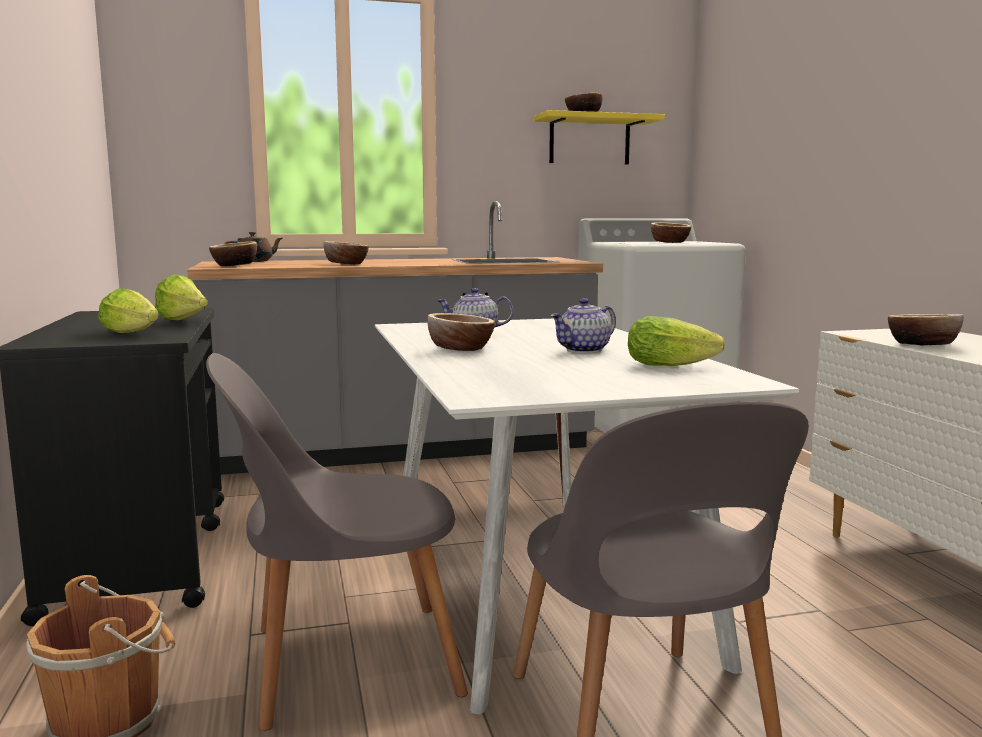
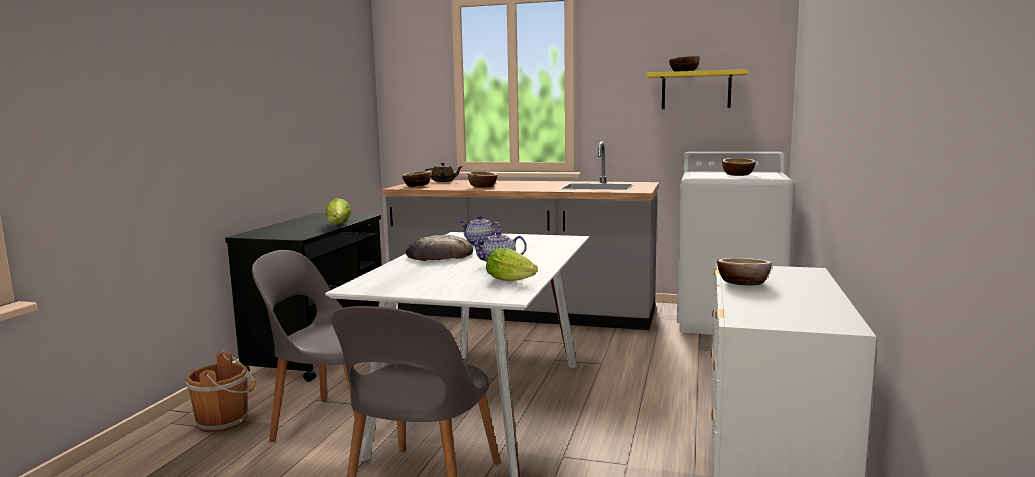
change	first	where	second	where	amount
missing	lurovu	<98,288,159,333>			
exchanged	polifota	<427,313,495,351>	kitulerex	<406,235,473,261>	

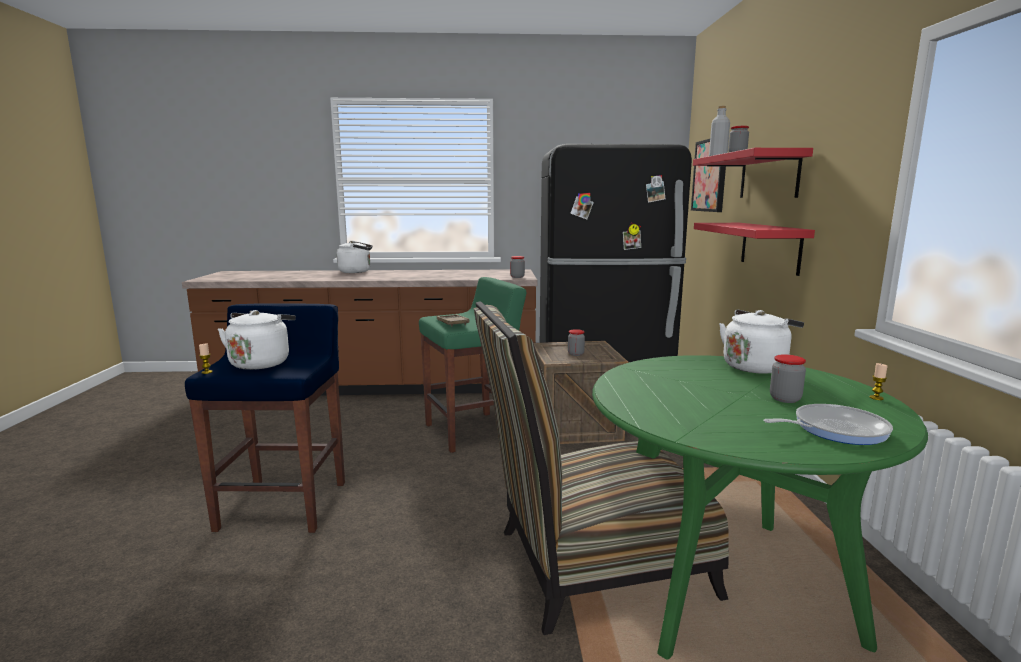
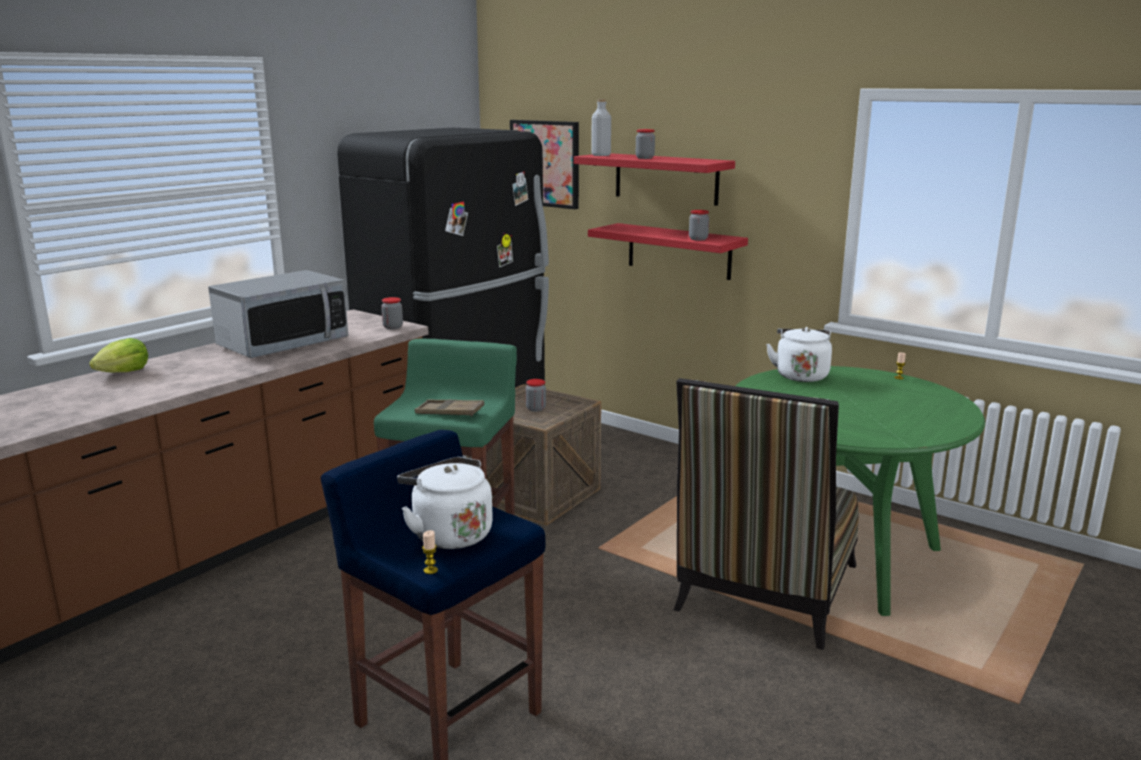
change	first	where	second	where	amount
exchanged	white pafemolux	<337,241,372,273>	lurovu	<89,338,148,372>	
missing	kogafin	<763,404,893,445>			
relocated	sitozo	<770,354,806,403>		<689,210,709,241>	
appeared			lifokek	<208,270,348,358>	

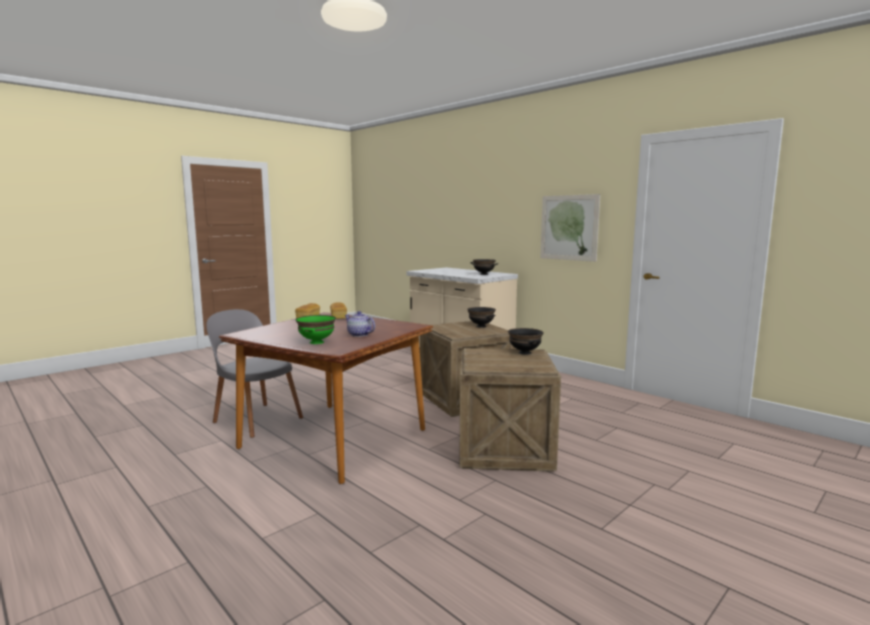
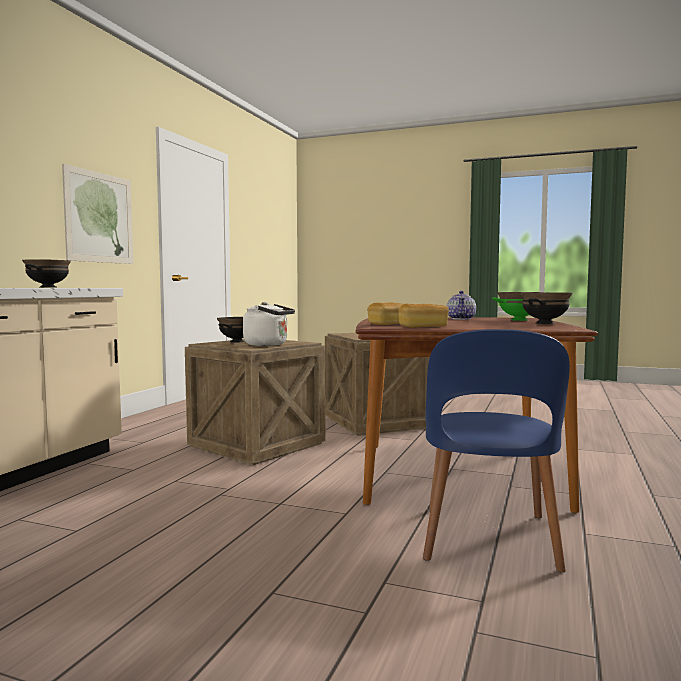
change	first	where	second	where	amount
colour	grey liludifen	<206,309,303,438>	blue liludifen	<423,329,570,573>	
relocated	black polifota	<508,328,543,355>		<520,292,572,324>	
appeared			white pafemolux	<243,302,295,346>	

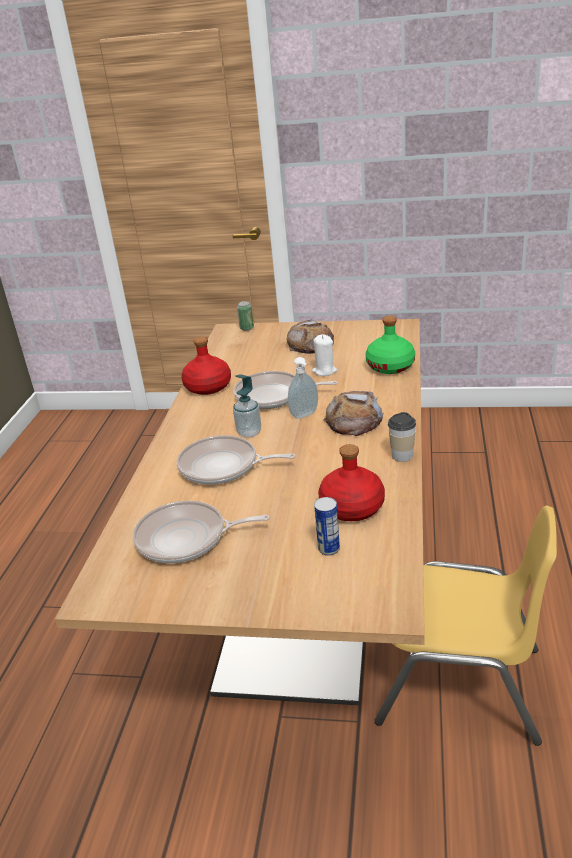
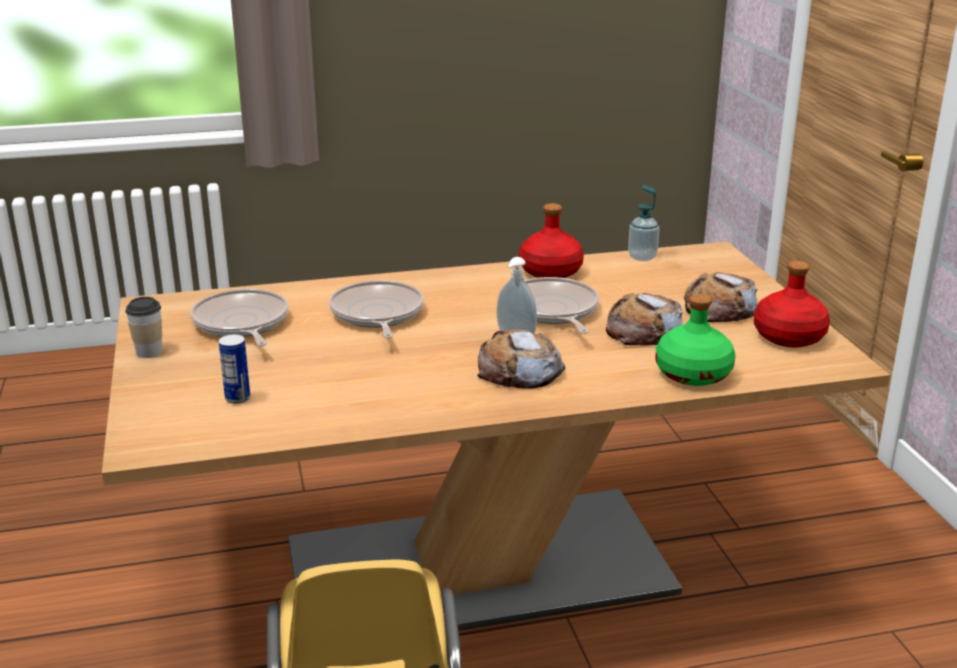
change	first	where	second	where	amount
relocated	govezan	<233,374,261,438>		<628,185,660,261>	
missing	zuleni	<237,301,254,331>			
exchanged	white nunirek	<312,334,337,376>	kitulerex	<606,293,683,346>	
relocated	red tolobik	<318,444,385,521>		<754,261,830,347>	
relocated	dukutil	<388,412,416,462>		<125,297,163,358>	

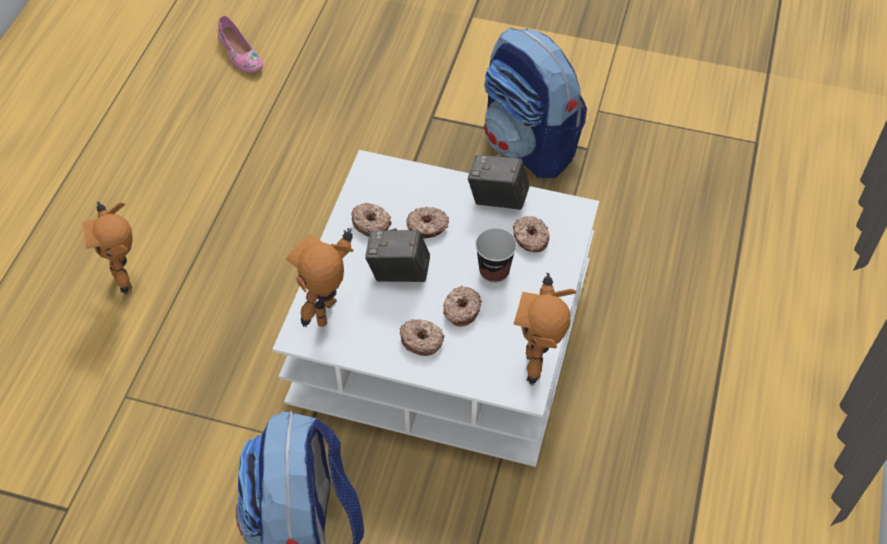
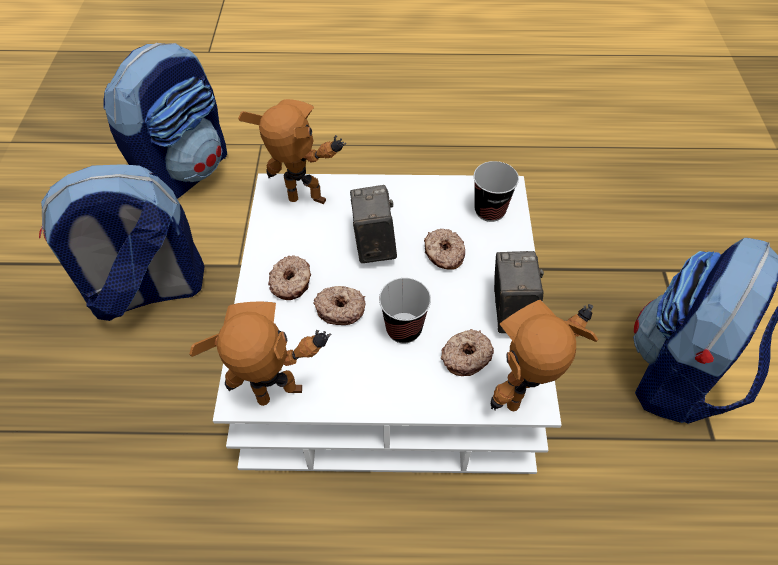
change	first	where	second	where	amount
relocated	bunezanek	<83,201,133,295>		<491,300,598,412>	
missing	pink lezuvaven	<218,16,263,73>			
missing	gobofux	<351,203,392,237>			
appeared			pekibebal	<104,43,227,199>	
appeared			dukutil	<474,161,519,222>	

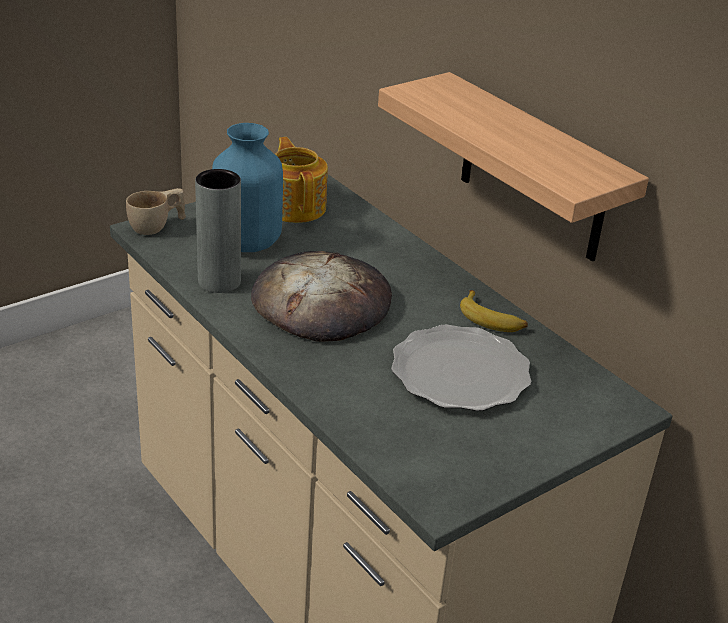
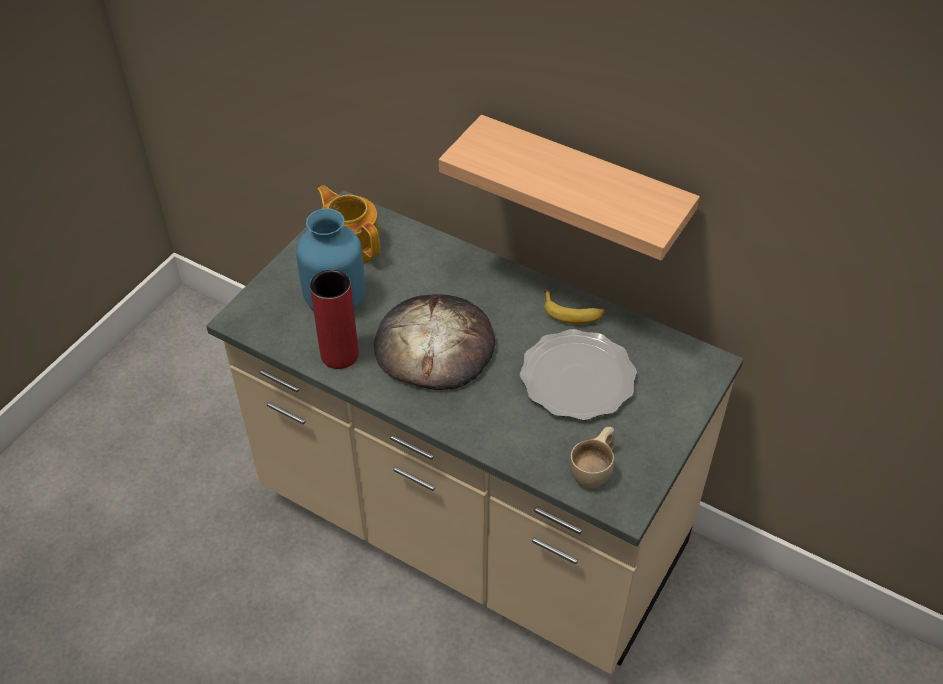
change	first	where	second	where	amount
relocated	beige dukutil	<126,188,186,235>		<570,427,615,489>	
colour	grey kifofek	<195,169,241,293>	red kifofek	<310,270,359,369>	

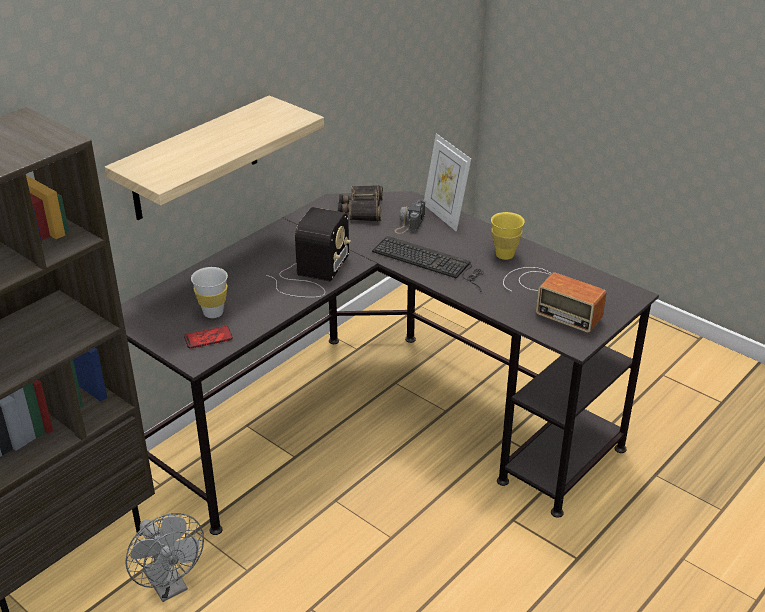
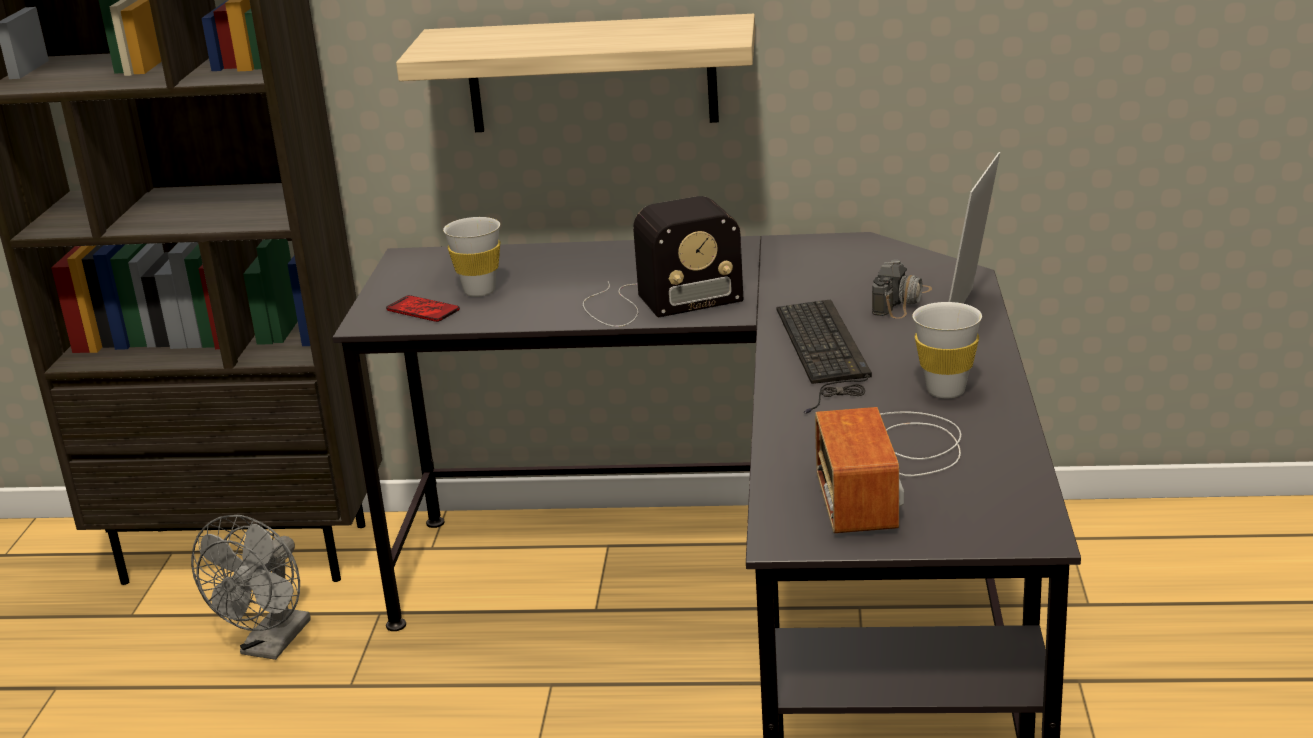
change	first	where	second	where	amount
missing	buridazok	<338,185,383,221>			
spun	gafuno	<395,199,425,234>		<872,260,932,319>	135 degrees clockwise
colour	yellow dukutil	<491,212,525,260>	white dukutil	<912,302,982,398>	

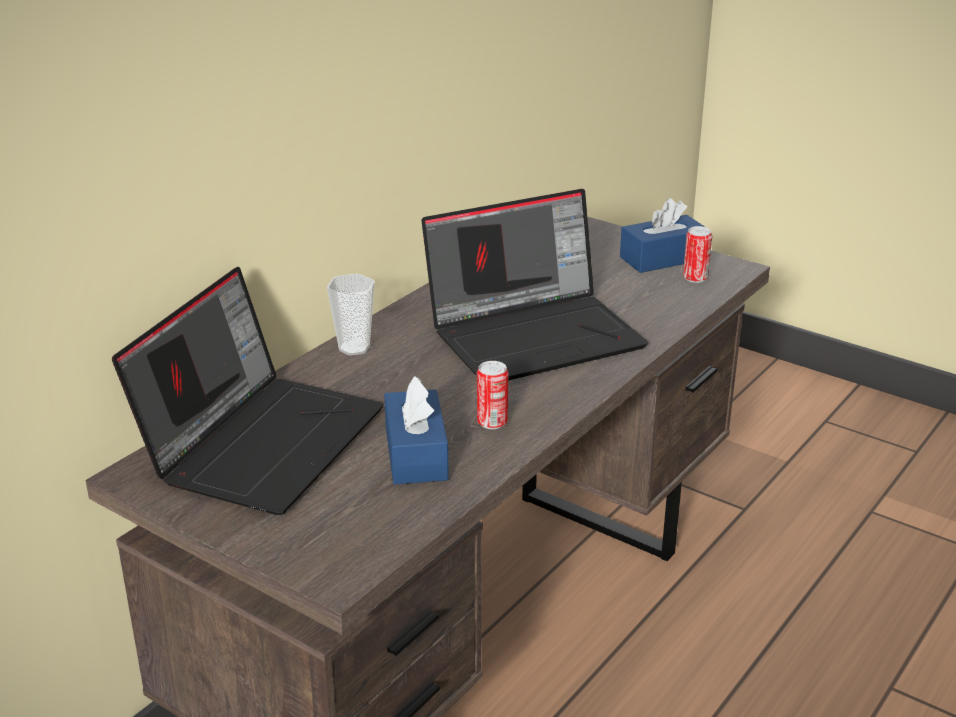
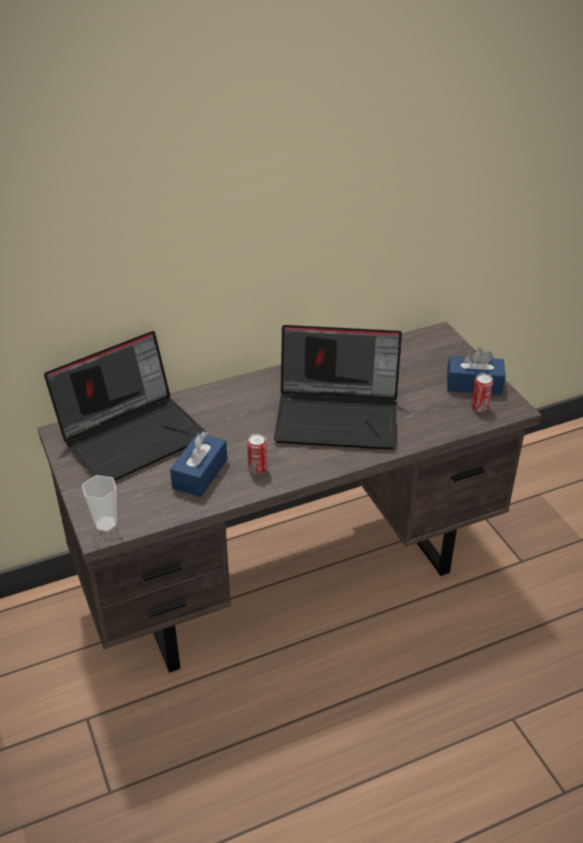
change	first	where	second	where	amount
relocated	dukutil	<327,274,375,356>		<82,475,117,533>	

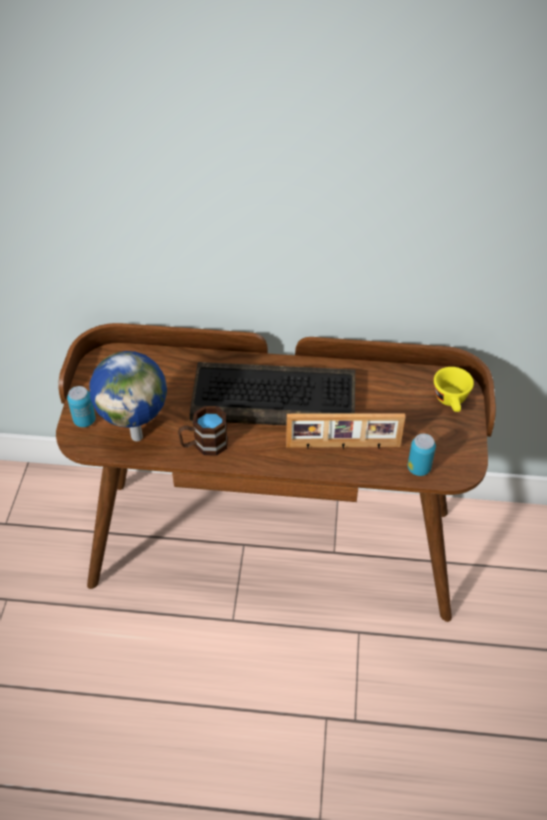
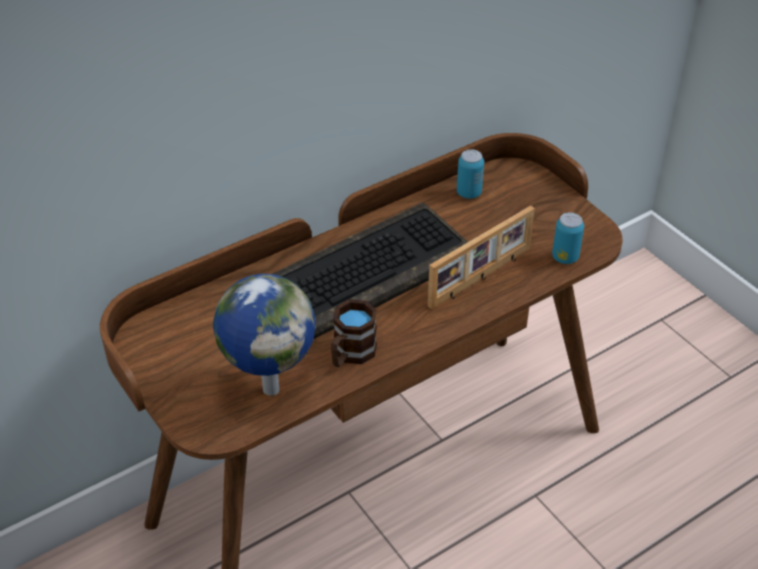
change	first	where	second	where	amount
relocated	zuleni	<67,386,96,427>		<457,149,484,199>	
missing	yellow dukutil	<434,367,474,412>			

